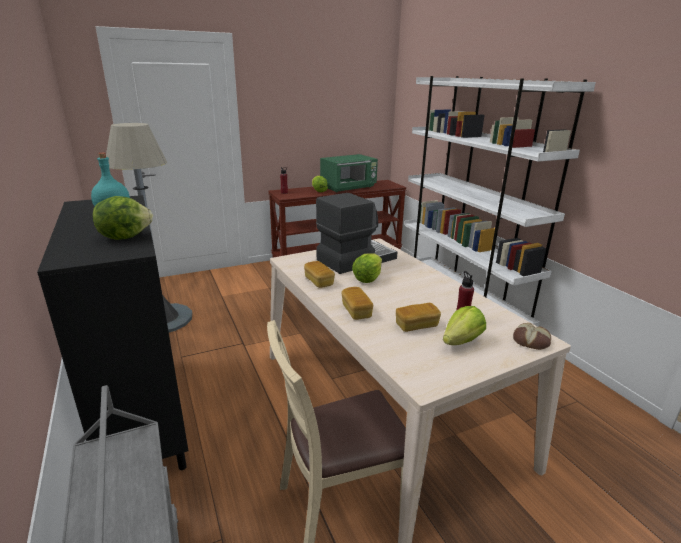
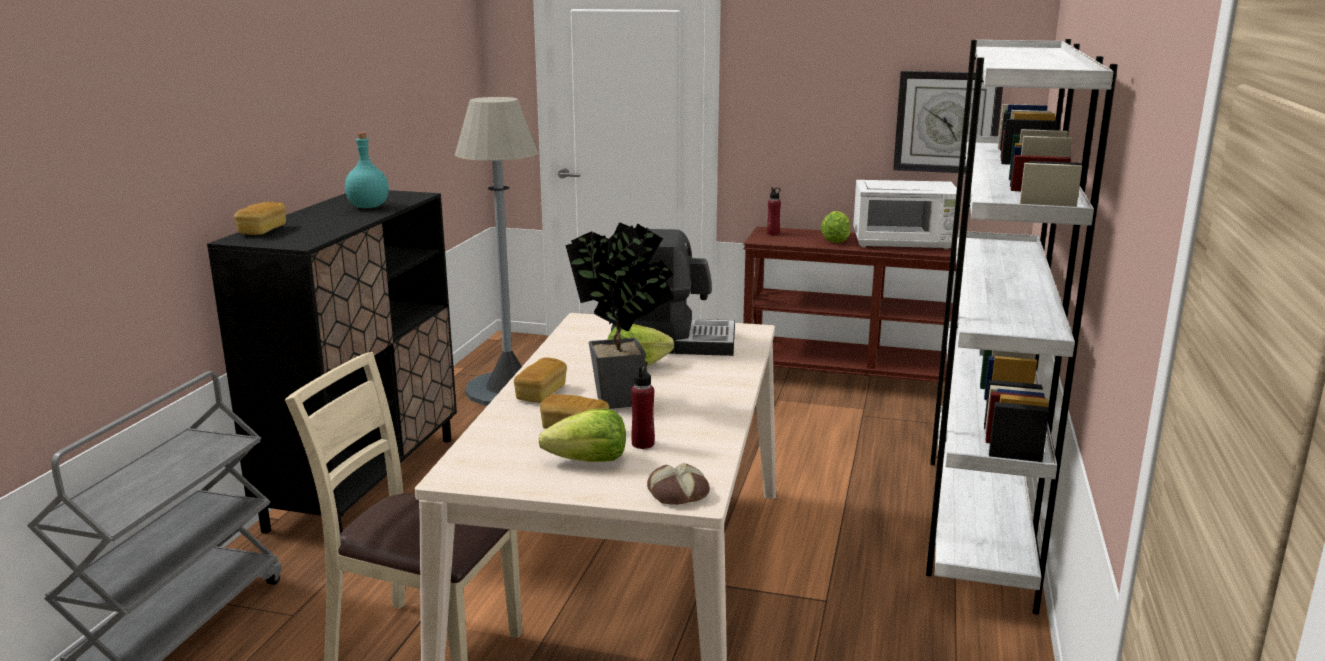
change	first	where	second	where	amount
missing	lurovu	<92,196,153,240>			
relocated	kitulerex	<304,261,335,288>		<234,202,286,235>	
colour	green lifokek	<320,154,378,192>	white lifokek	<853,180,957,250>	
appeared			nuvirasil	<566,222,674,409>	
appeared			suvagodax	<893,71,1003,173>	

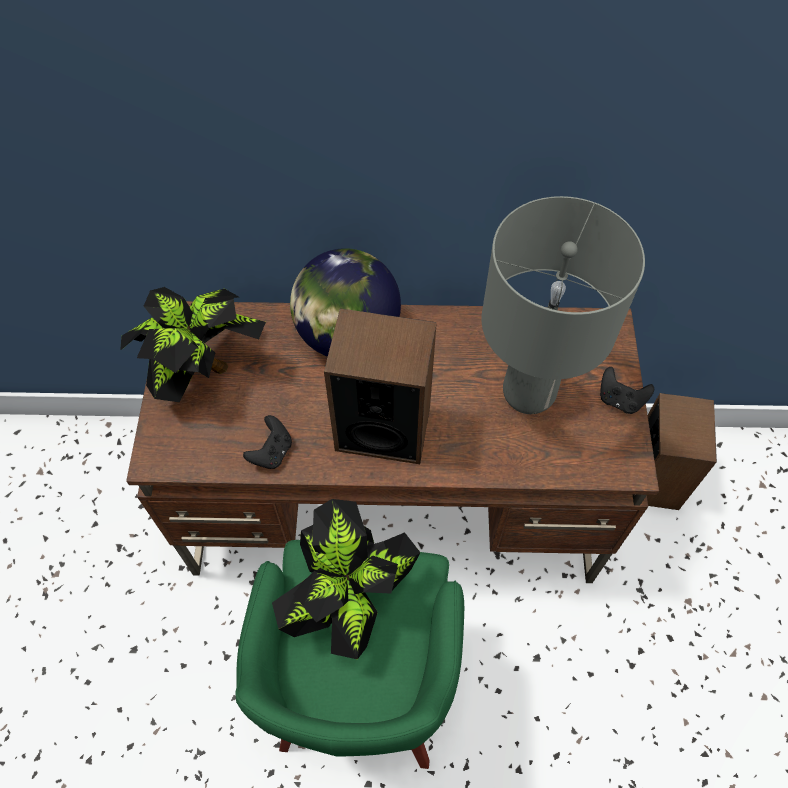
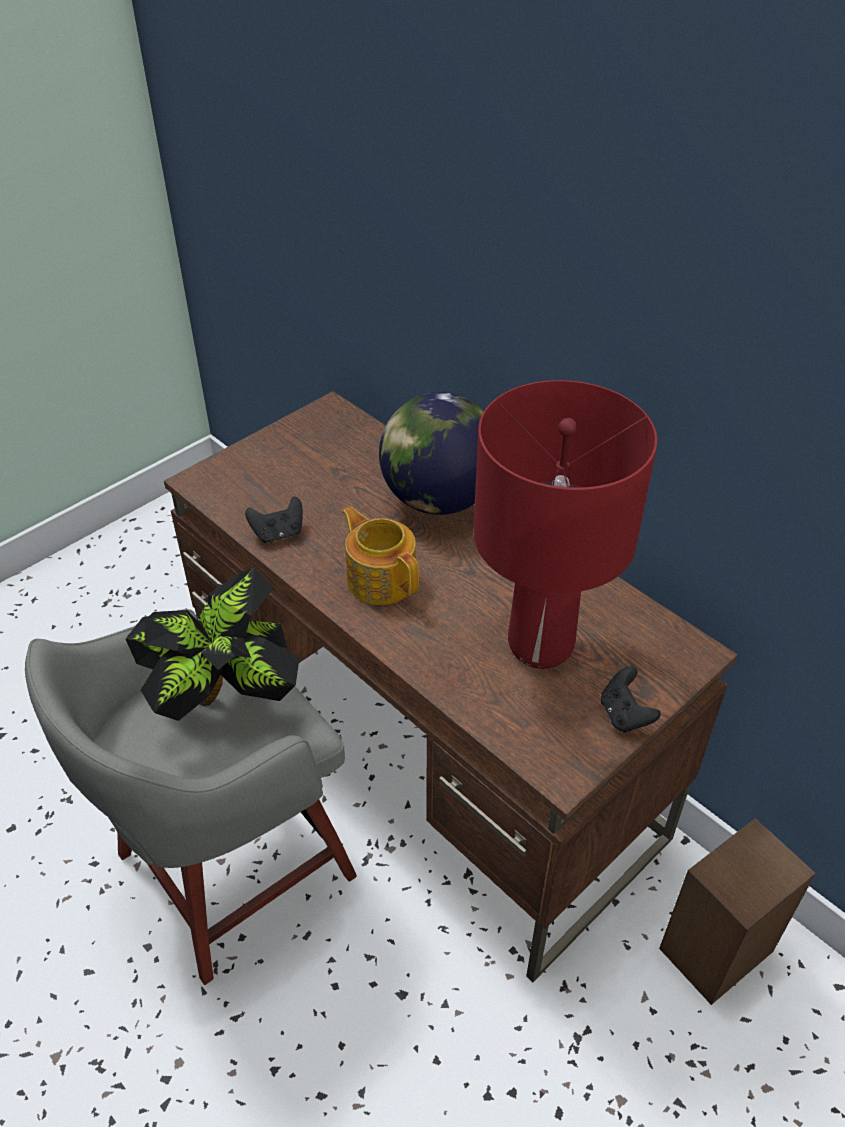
change	first	where	second	where	amount
missing	nuvirasil	<120,287,266,402>			
colour	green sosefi	<235,540,464,769>	grey sosefi	<25,609,357,985>	
exchanged	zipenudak	<324,308,437,464>	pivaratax	<342,506,419,605>	
colour	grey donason	<481,196,645,414>	red donason	<473,380,657,669>	

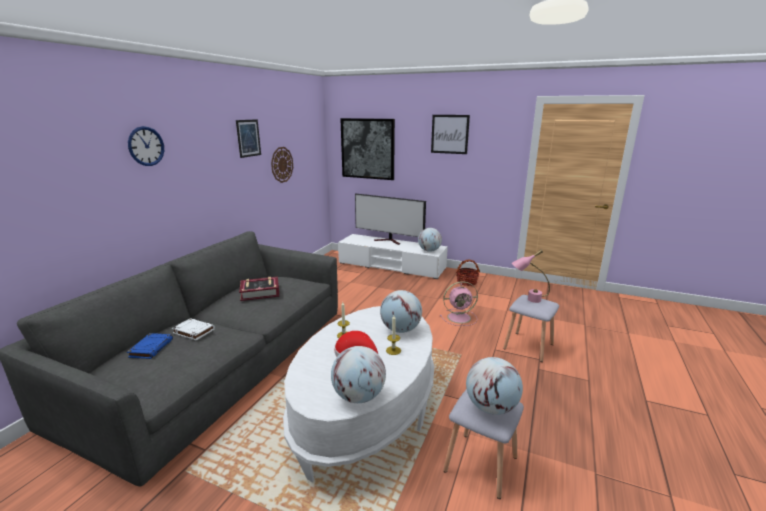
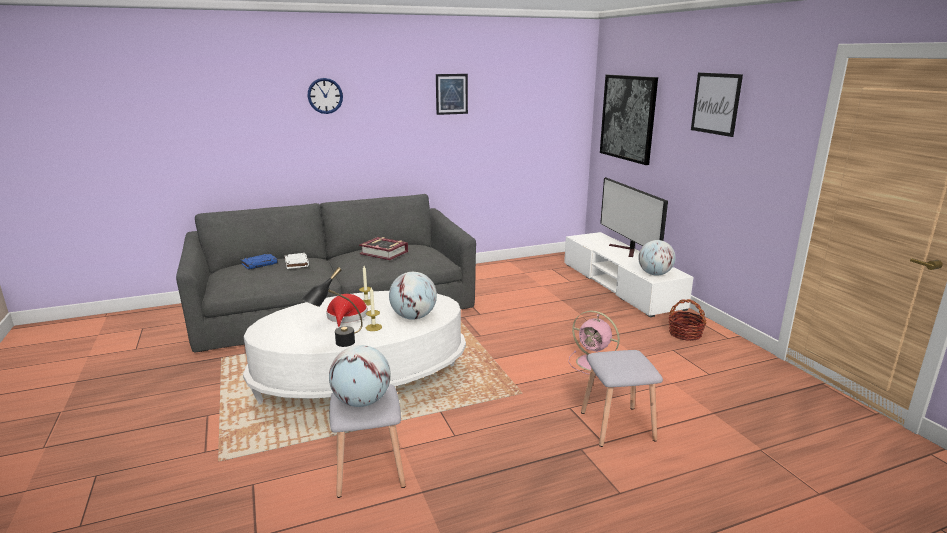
change	first	where	second	where	amount
missing	suvagodax	<271,147,293,183>			
missing	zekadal	<331,346,386,403>			
missing	pink donason	<512,250,550,303>			
appeared			black donason	<301,267,363,347>	

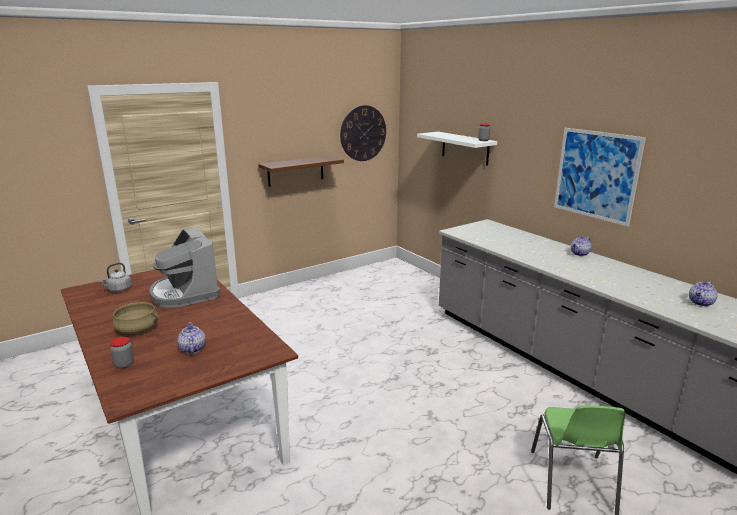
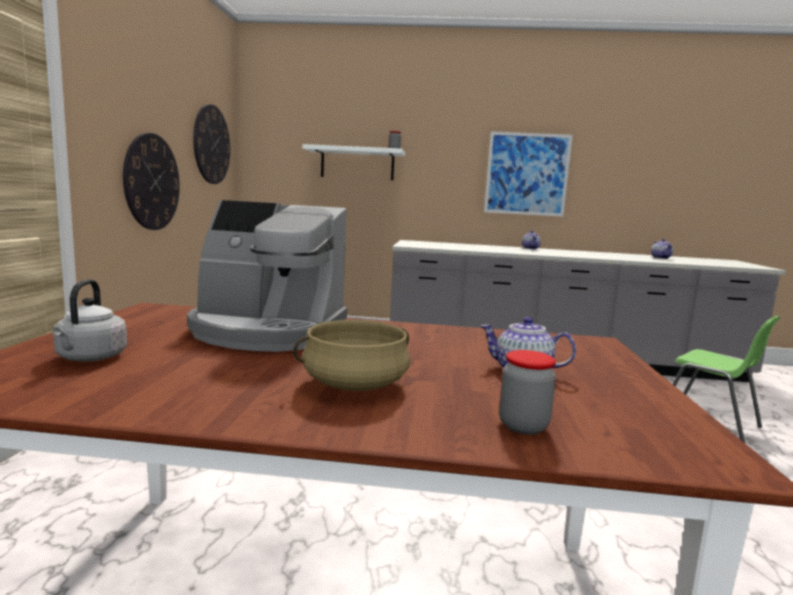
change	first	where	second	where	amount
exchanged	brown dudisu	<258,156,344,187>	suvagodax	<123,133,180,230>	

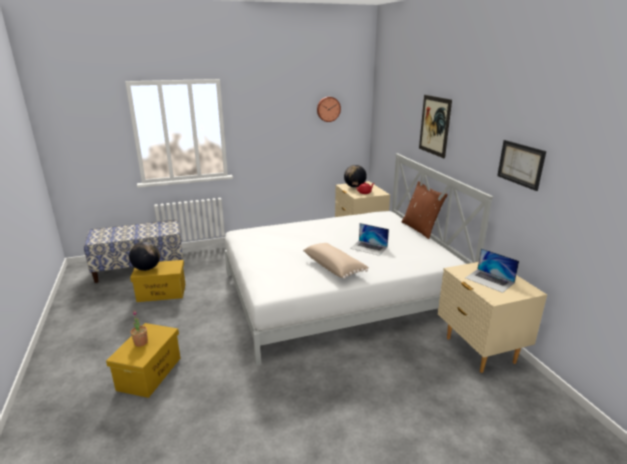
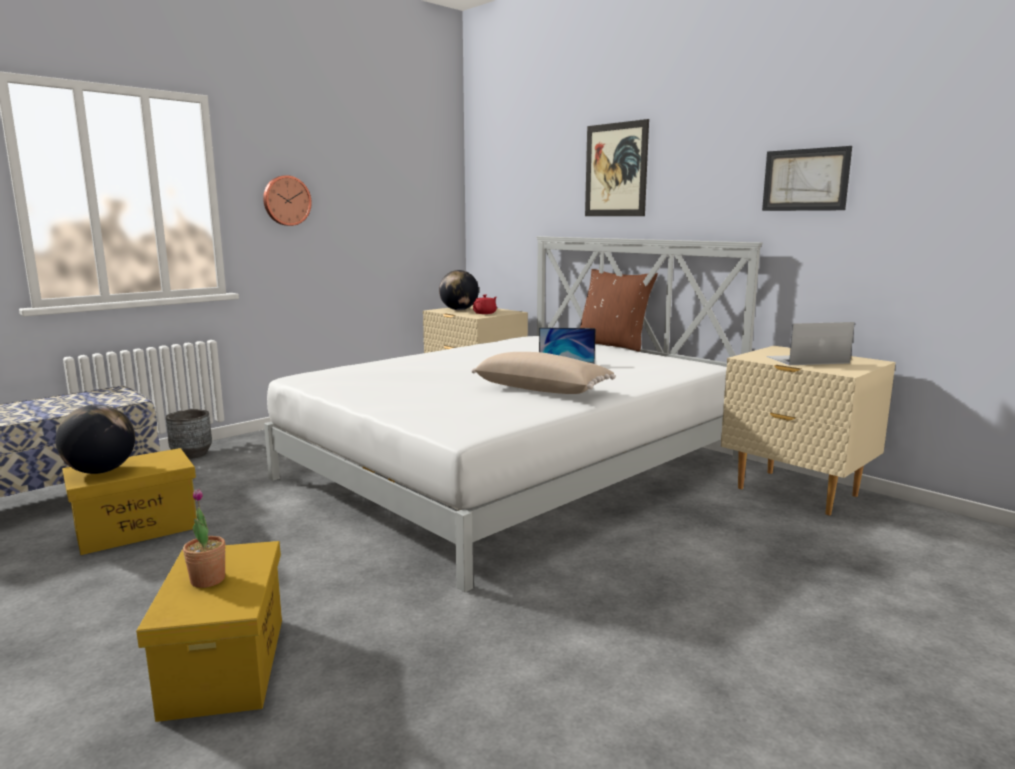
change	first	where	second	where	amount
relocated	suvagodax	<317,97,341,122>		<263,175,312,226>	
spun	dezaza	<465,248,519,293>		<767,322,855,365>	150 degrees clockwise
appeared			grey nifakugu	<166,409,212,459>	

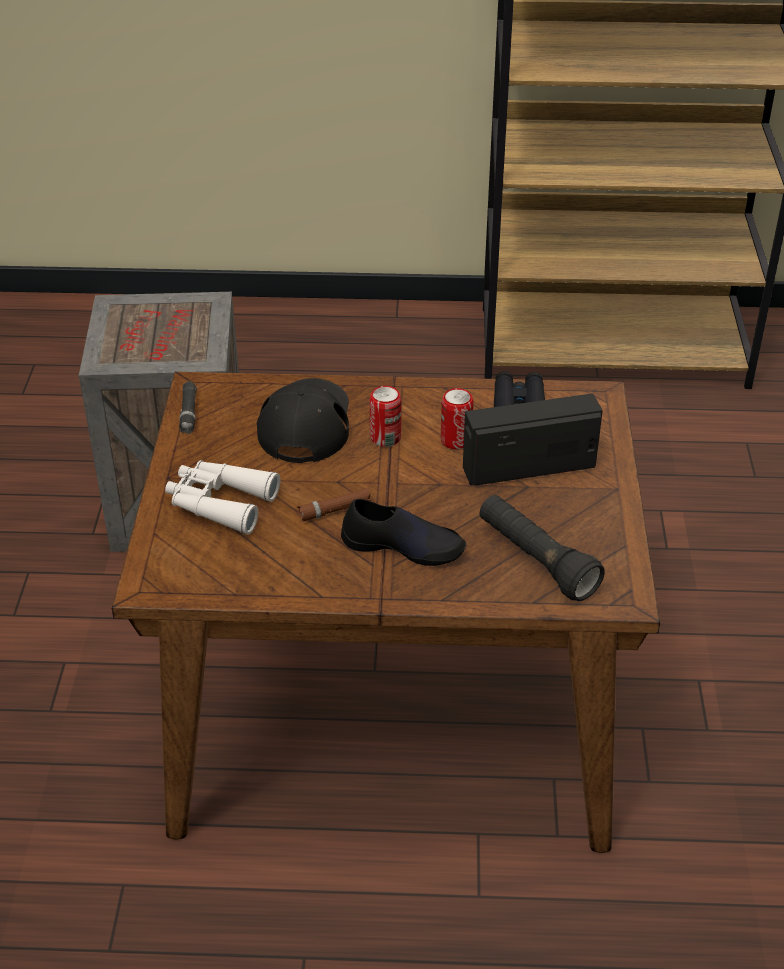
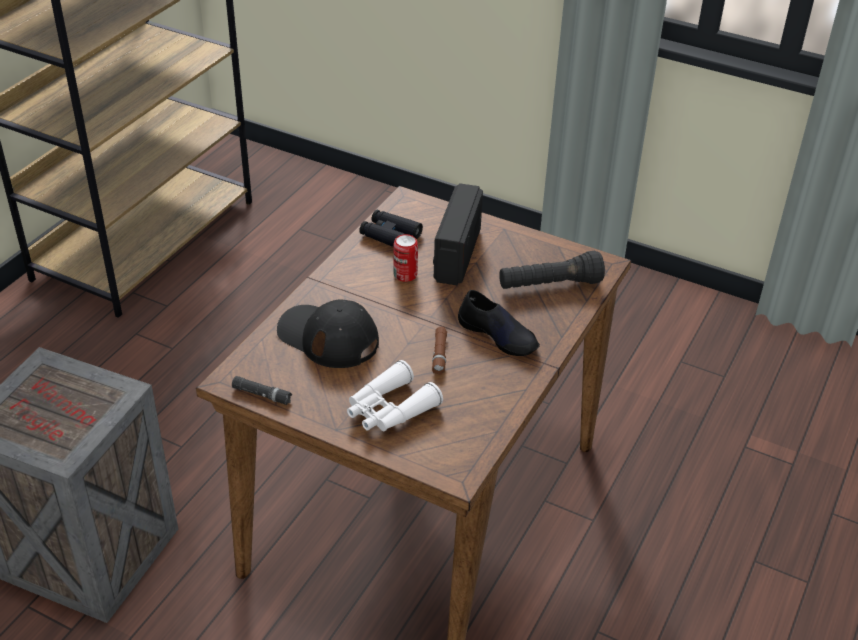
change	first	where	second	where	amount
spun	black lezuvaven	<341,499,466,566>		<458,290,540,356>	90 degrees clockwise
missing	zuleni	<370,386,401,447>			

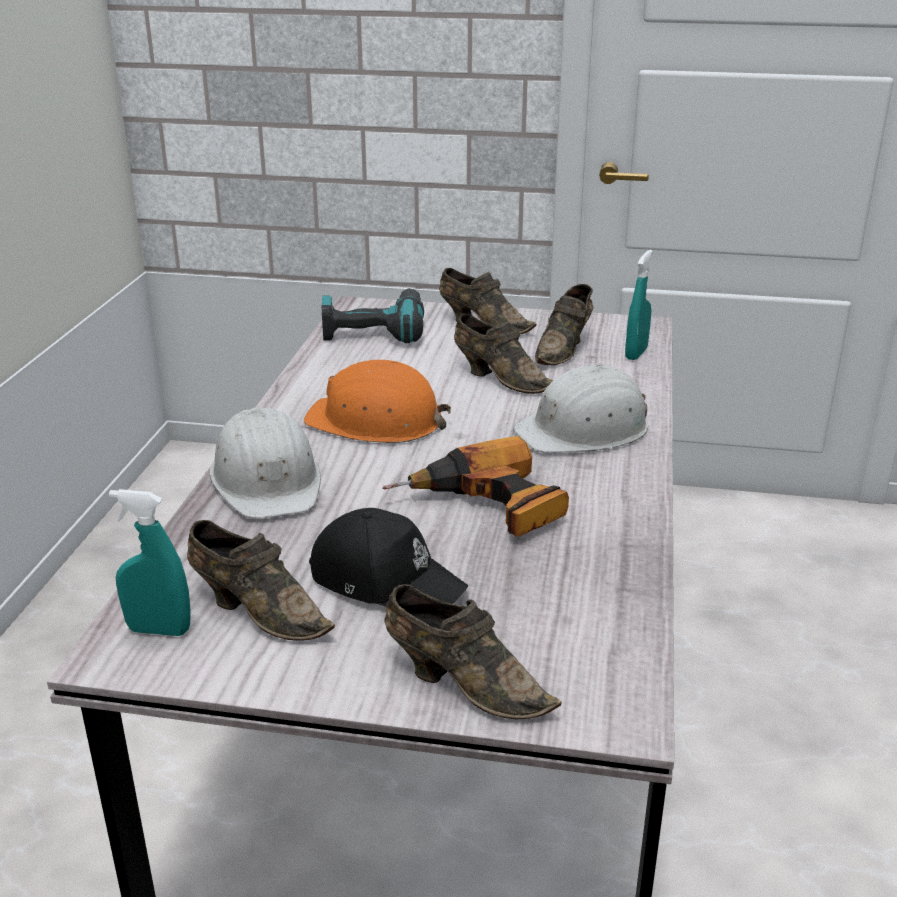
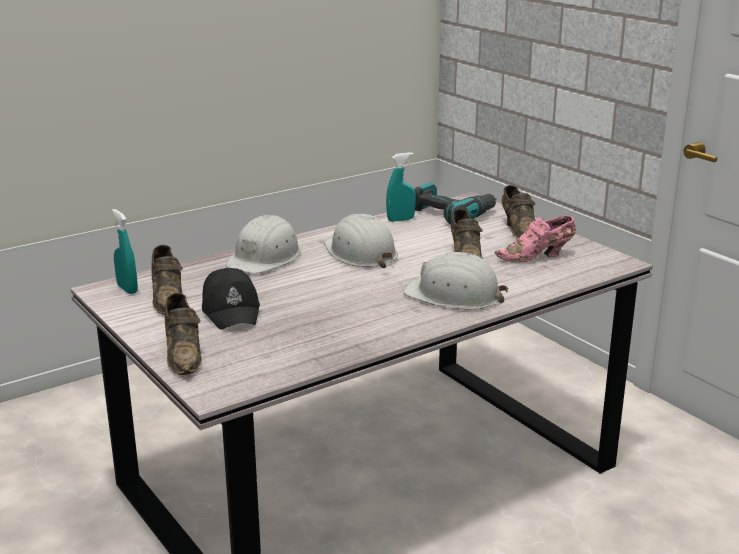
change	first	where	second	where	amount
colour	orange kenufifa	<304,360,451,443>	white kenufifa	<324,214,398,268>	
missing	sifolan	<383,436,569,537>			
colour	brown lezuvaven	<535,284,593,365>	pink lezuvaven	<495,215,576,263>	
relocated	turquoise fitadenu	<625,250,653,360>		<386,152,416,222>	

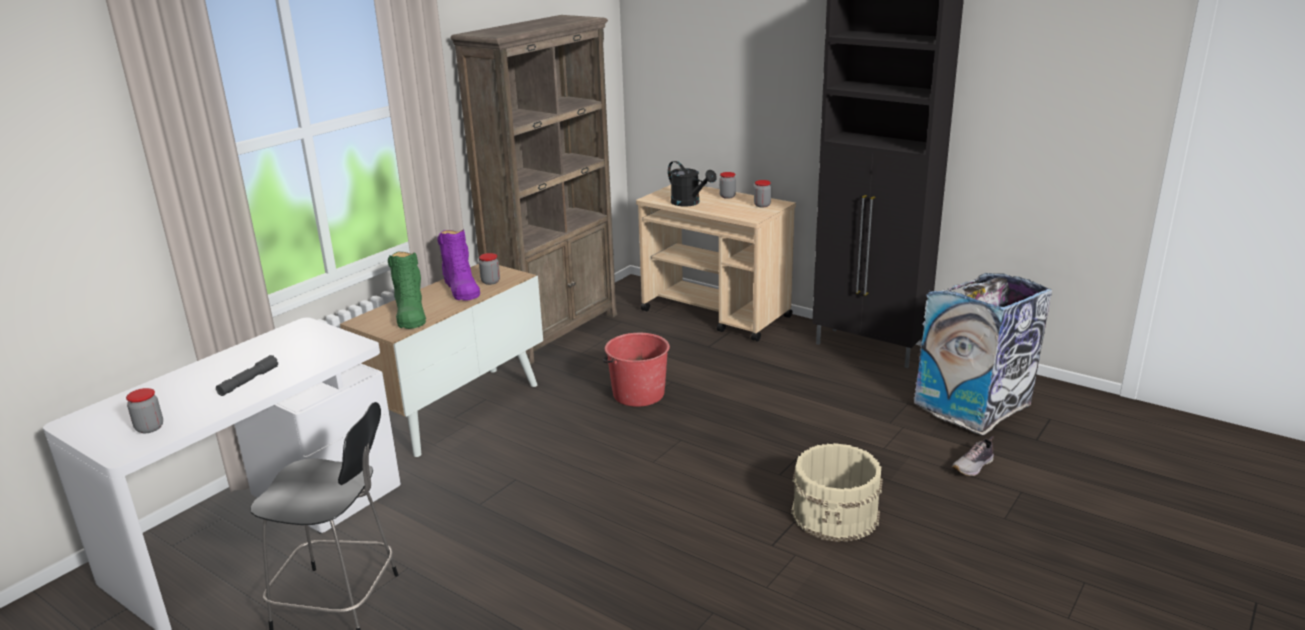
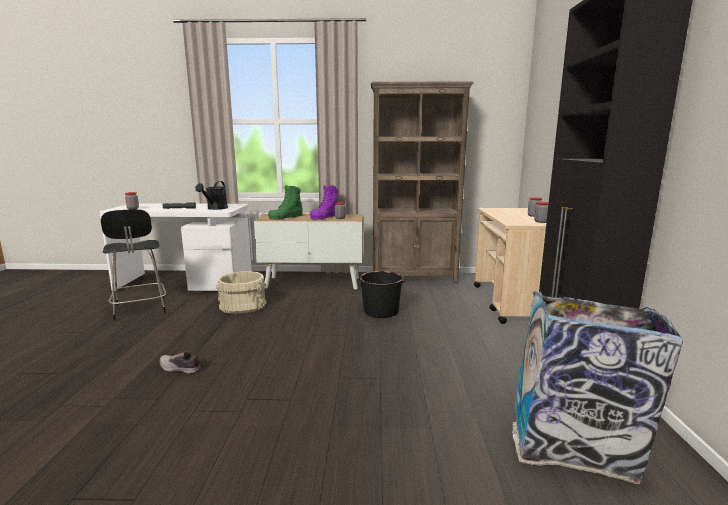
change	first	where	second	where	amount
colour	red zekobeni	<603,333,670,407>	black zekobeni	<359,271,405,318>	
relocated	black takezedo	<668,161,717,206>		<195,181,228,210>	
relocated	beige zekobeni	<791,443,883,542>		<216,271,267,314>	
relocated	lezuvaven	<952,436,994,476>		<160,351,201,373>	

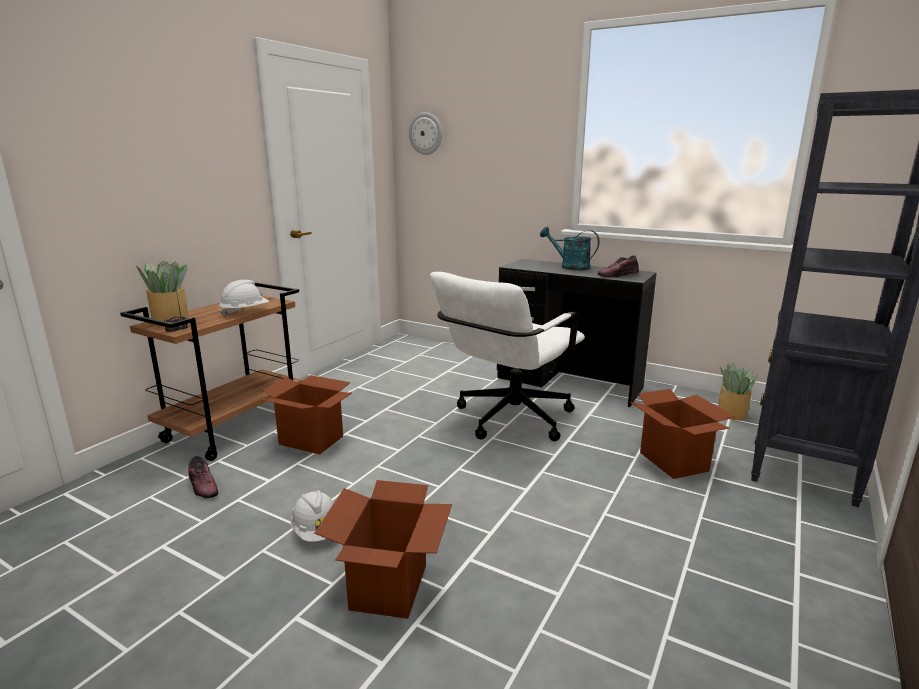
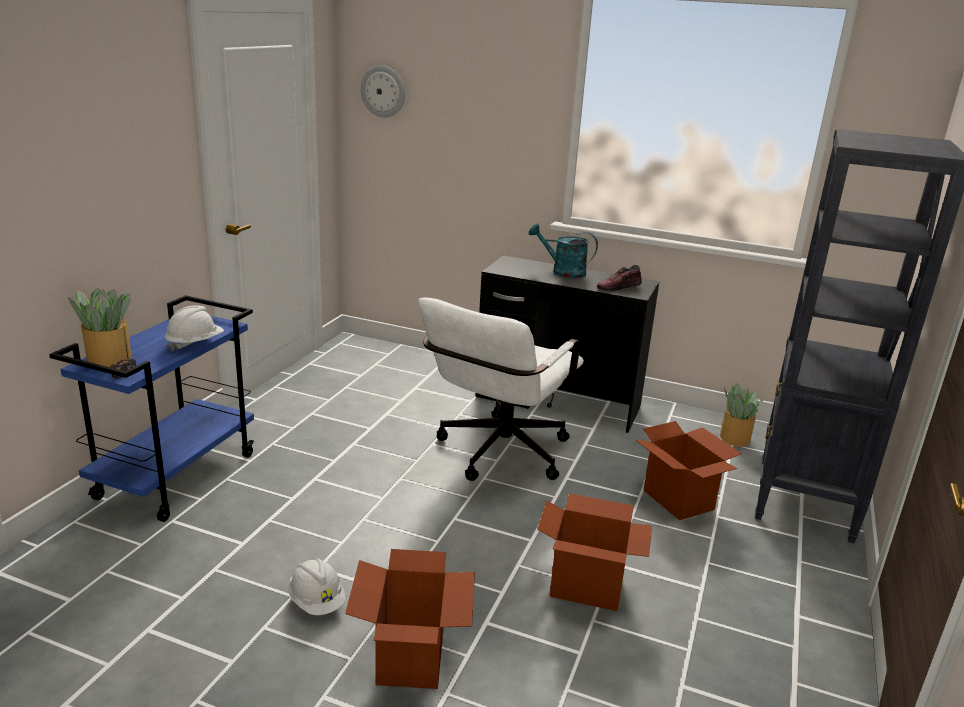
change	first	where	second	where	amount
colour	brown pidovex	<120,282,303,461>	blue pidovex	<49,295,254,522>	
missing	lezuvaven	<188,456,219,499>			
relocated	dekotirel	<260,375,352,454>		<537,493,652,611>	

